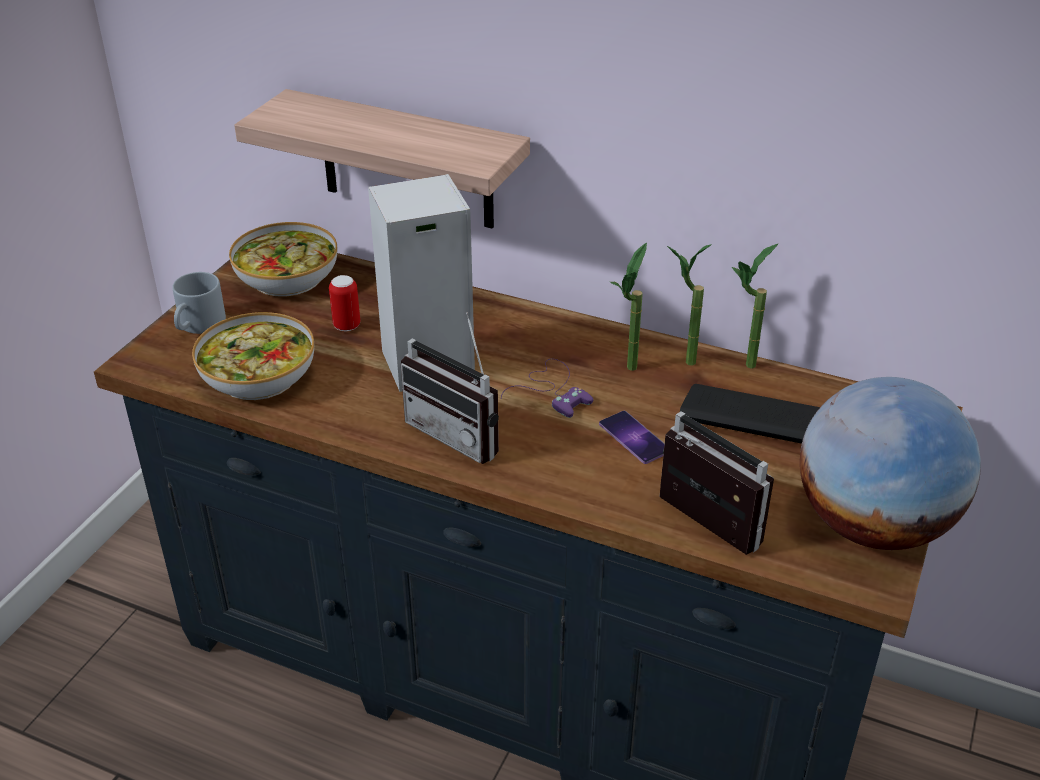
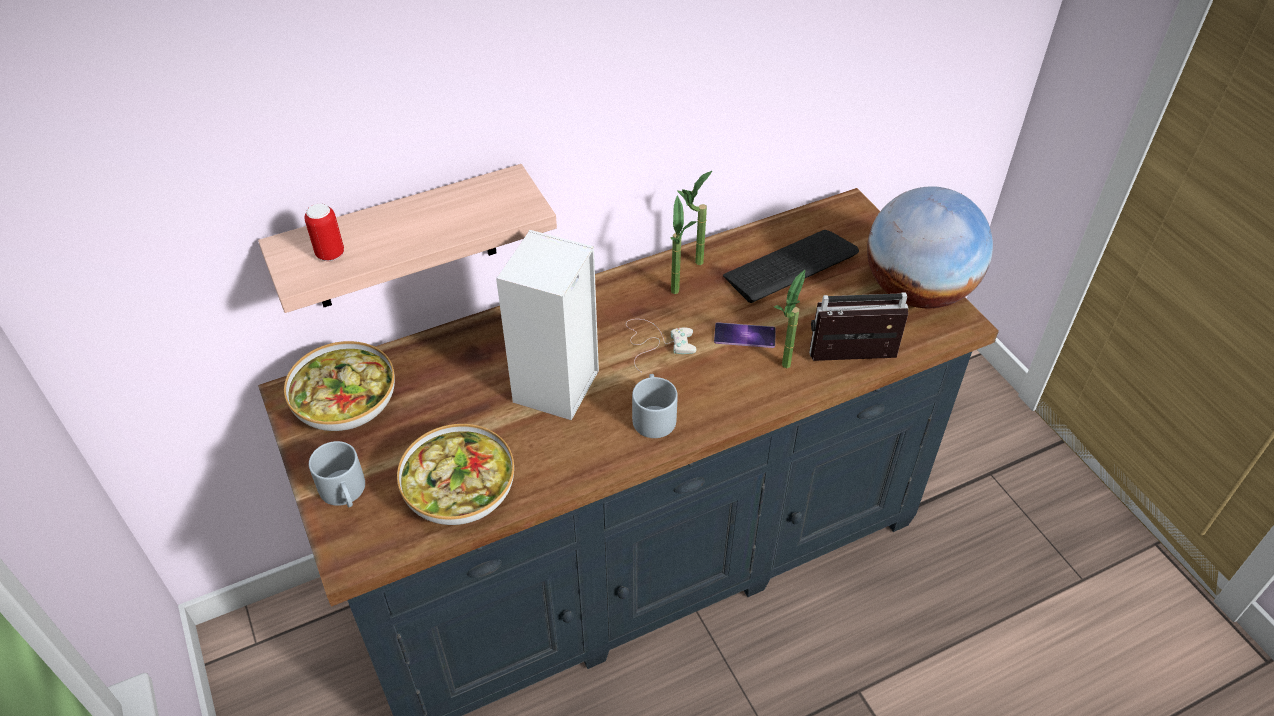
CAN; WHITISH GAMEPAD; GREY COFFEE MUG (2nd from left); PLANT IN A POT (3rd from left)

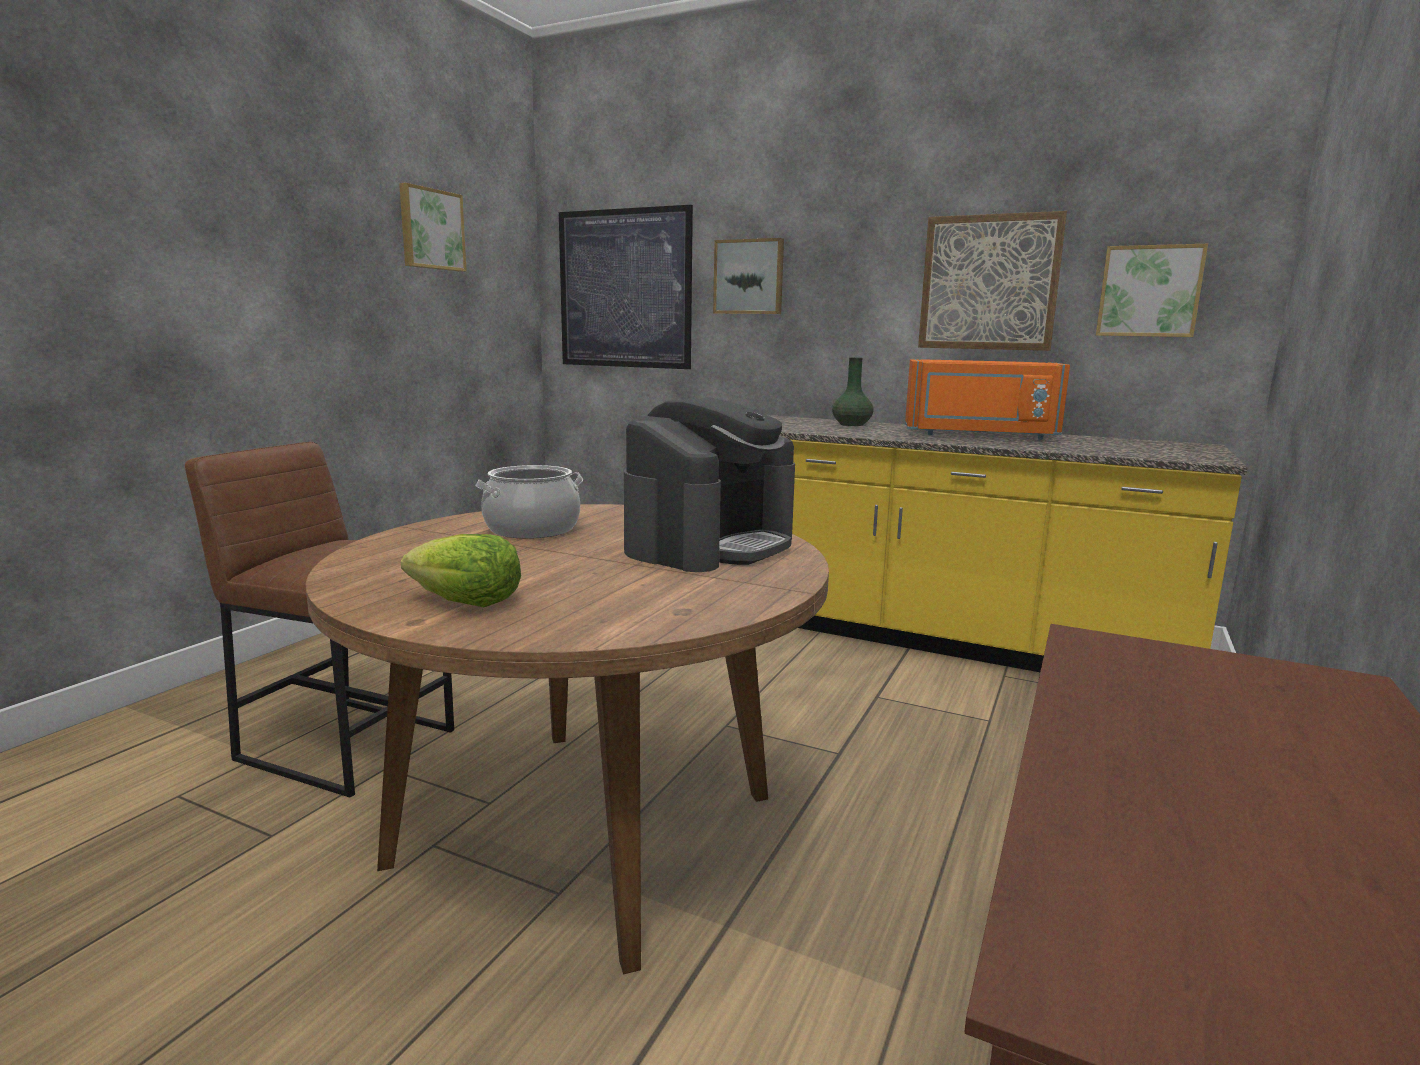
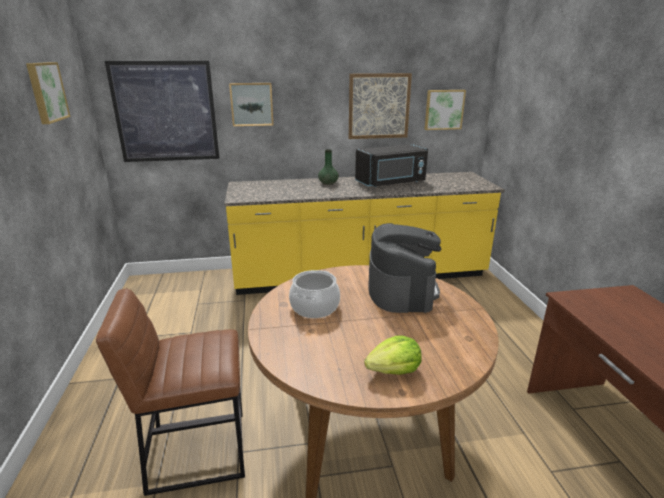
BLACK MICROWAVE

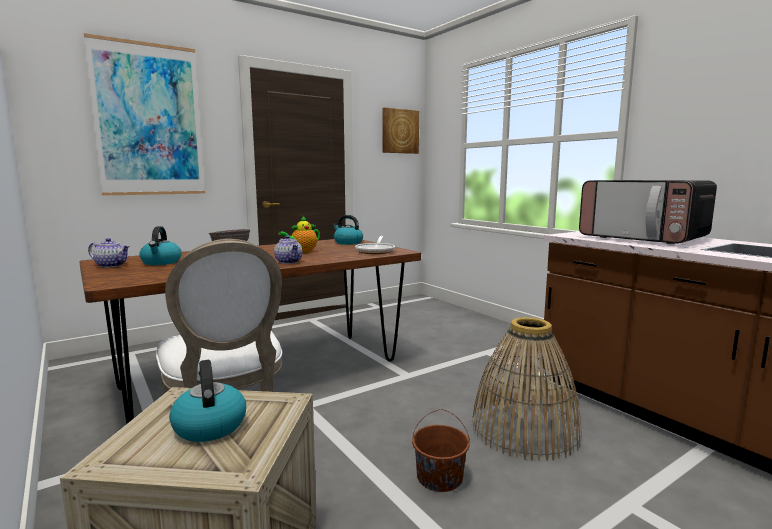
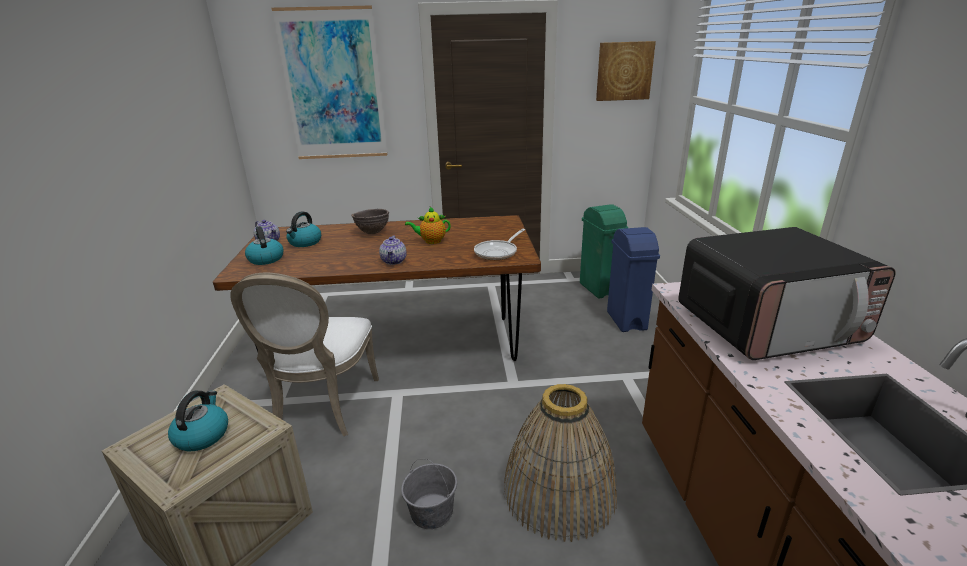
TEA KETTLE (2nd from left); GREY WATER BUCKET; GREEN-COLOURED WASTE BIN; BLUISH WASTE BIN; MICROWAVE

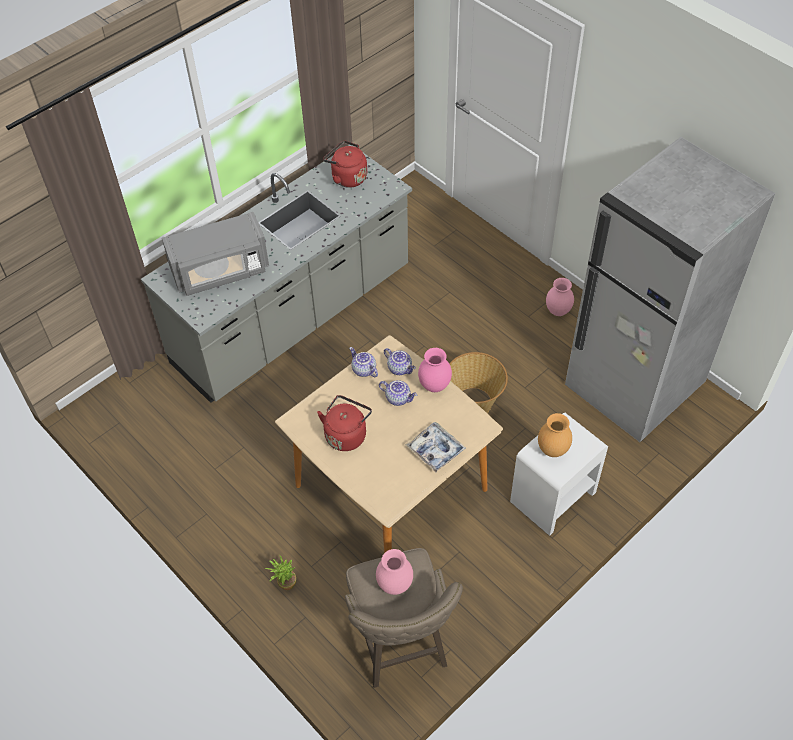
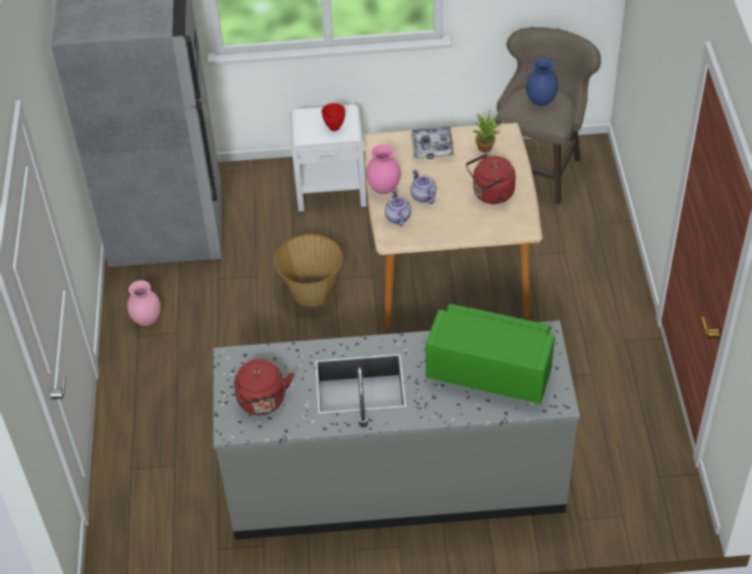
REDDISH BOWL; GREEN-COLOURED MICROWAVE; PLANT IN A POT; BLUISH VASE; POT FOR TEA (1st from left in the first image)

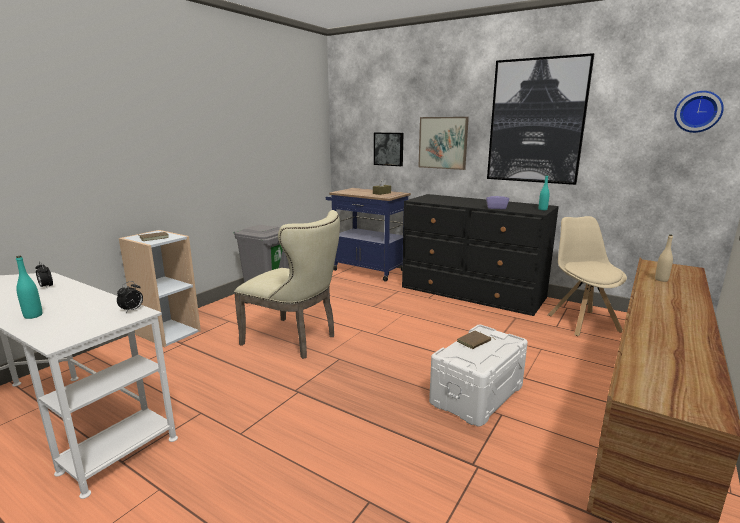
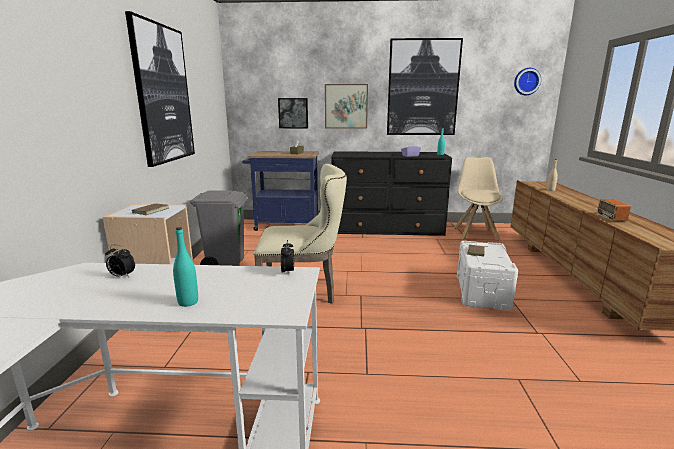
WALL ART (1st from left); BEIGE-COLOURED PLAIN CHAIR (2nd from left); RADIO RECEIVER

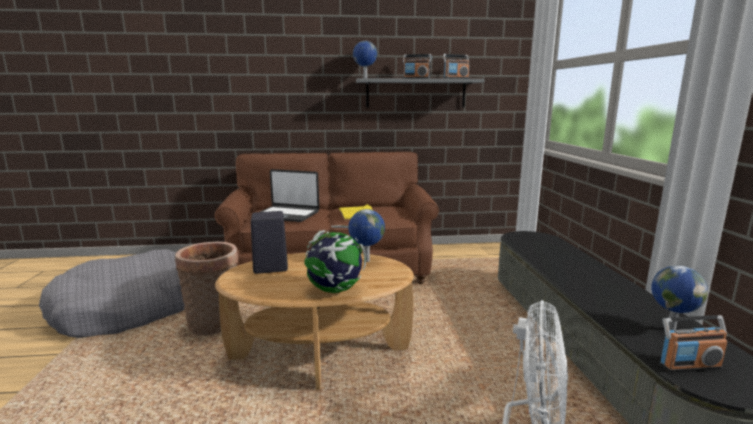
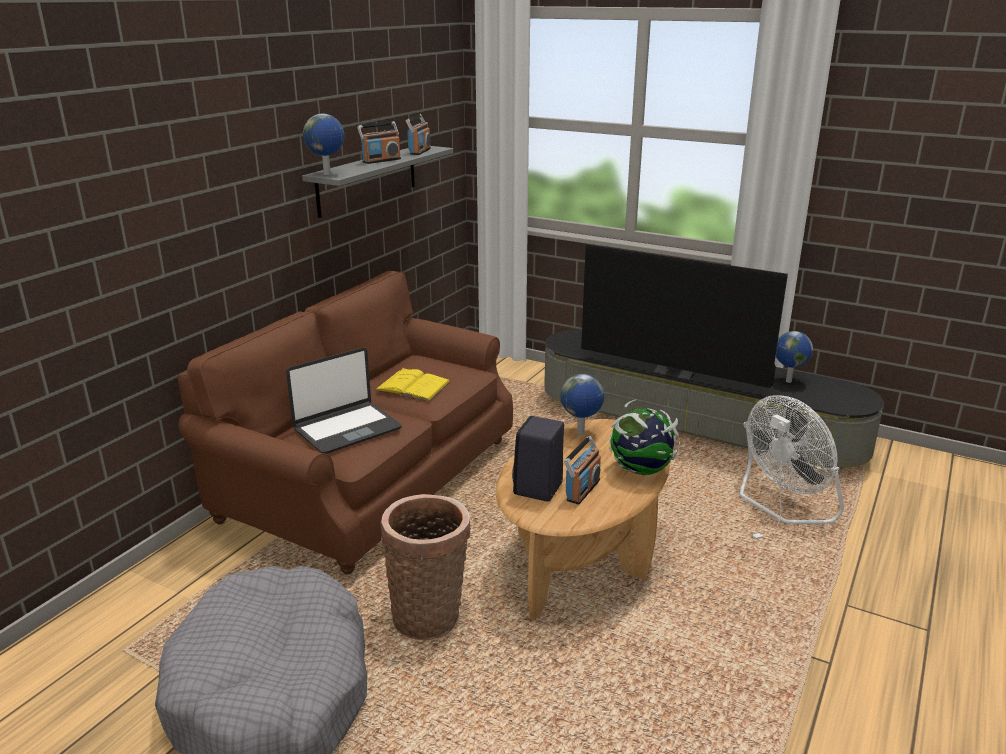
RADIO RECEIVER (3rd from left); TELEVISION

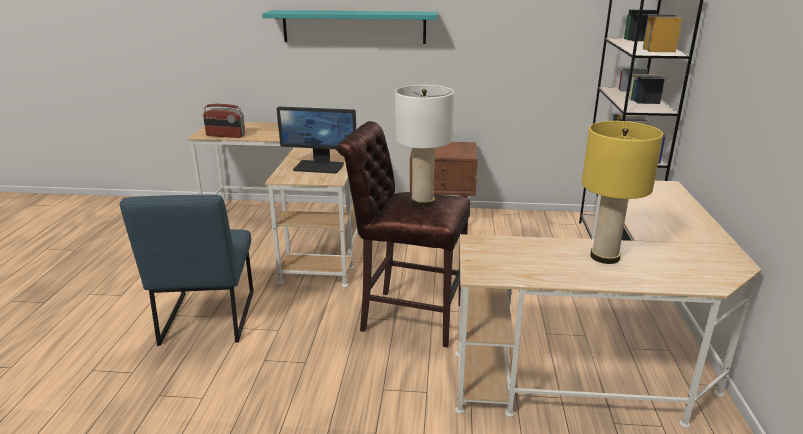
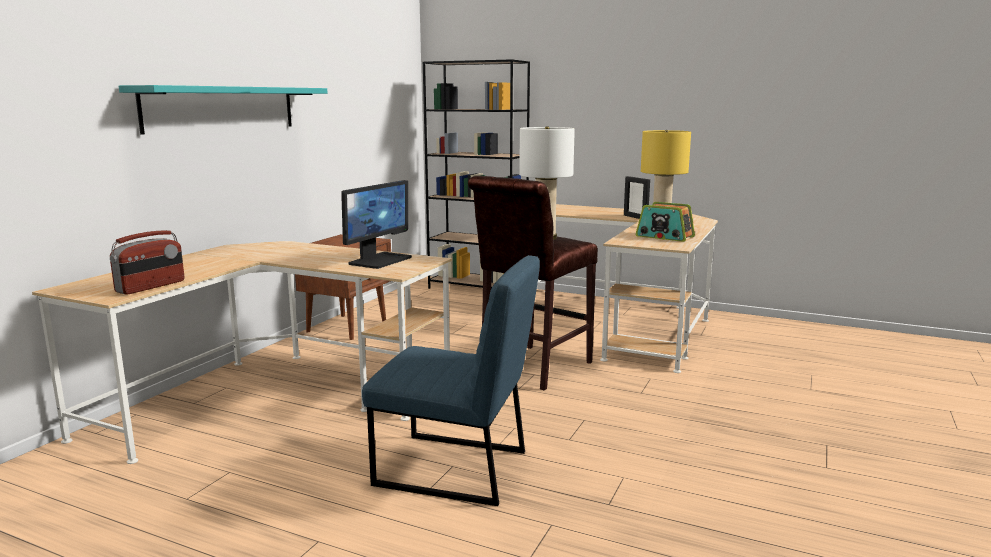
STANDING FRAME; RADIO RECEIVER (2nd from left)

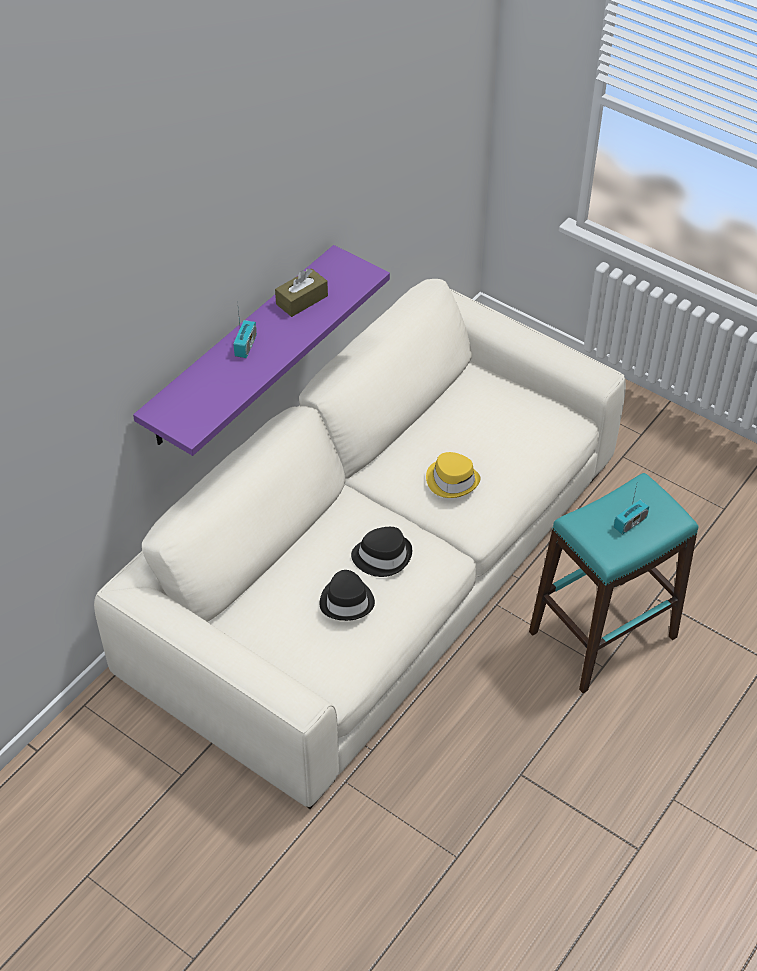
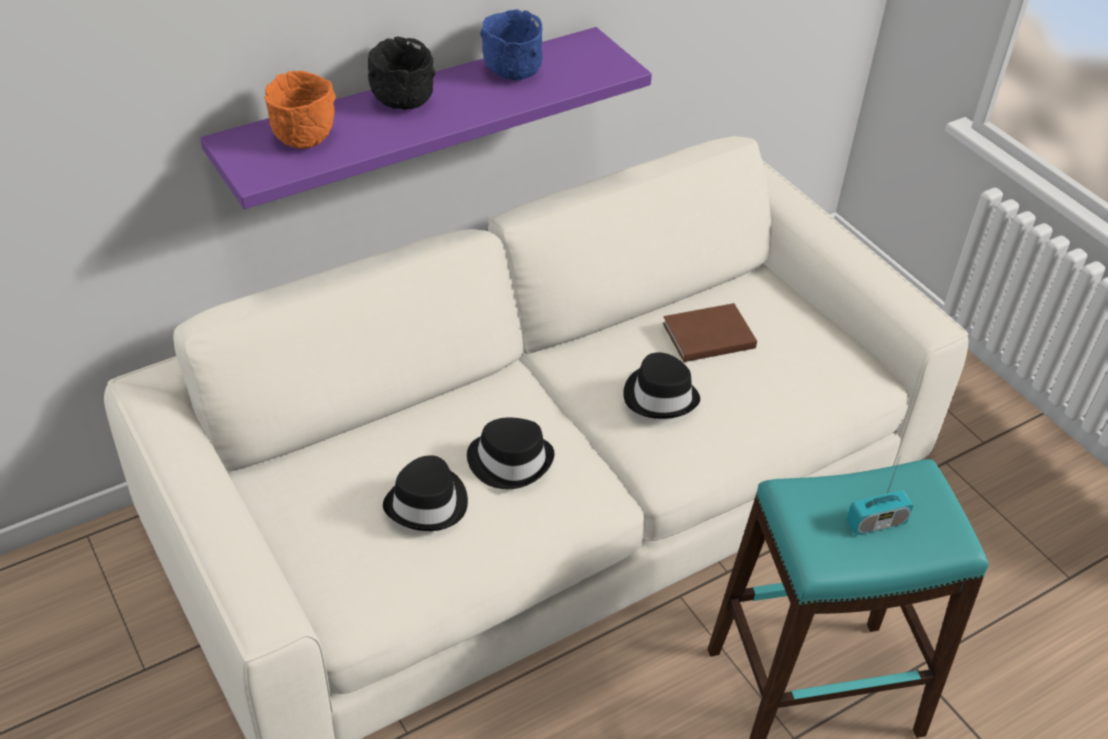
ORANGE BOWL; BLACK BOWL; BLUISH BOWL; BLACK WEARABLE HAT (3rd from left); BROWNISH BOOK

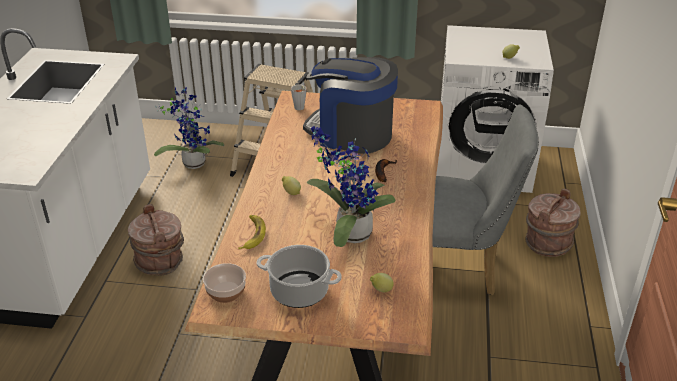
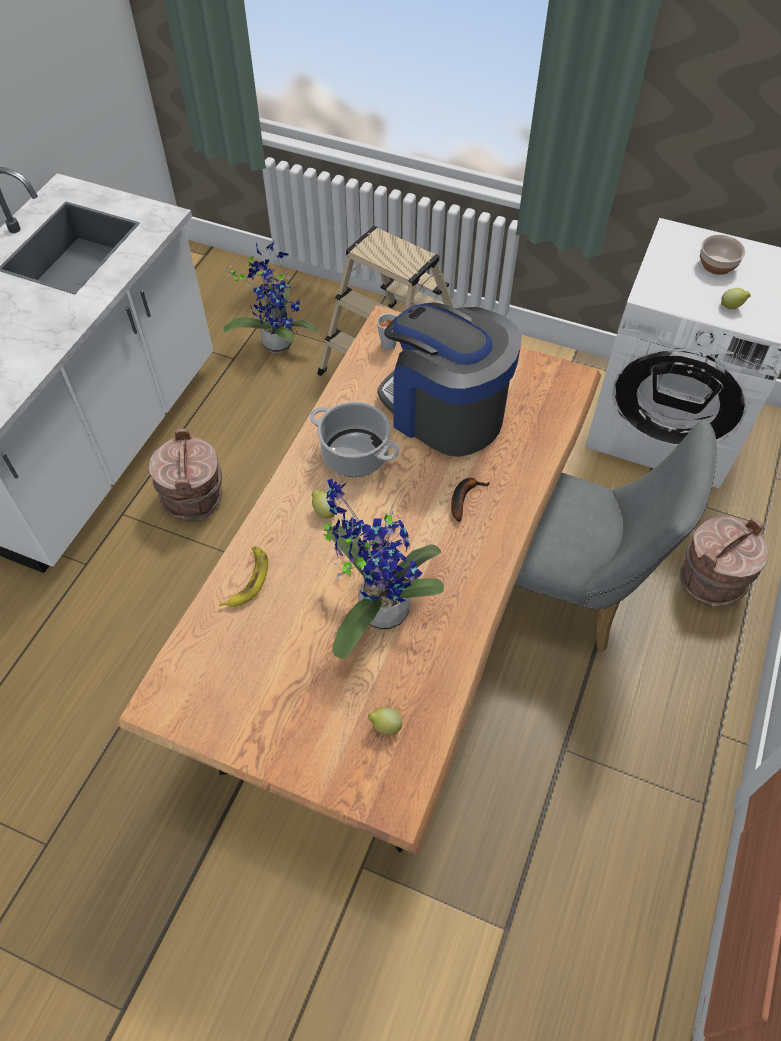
STOCKPOT; BOWL

